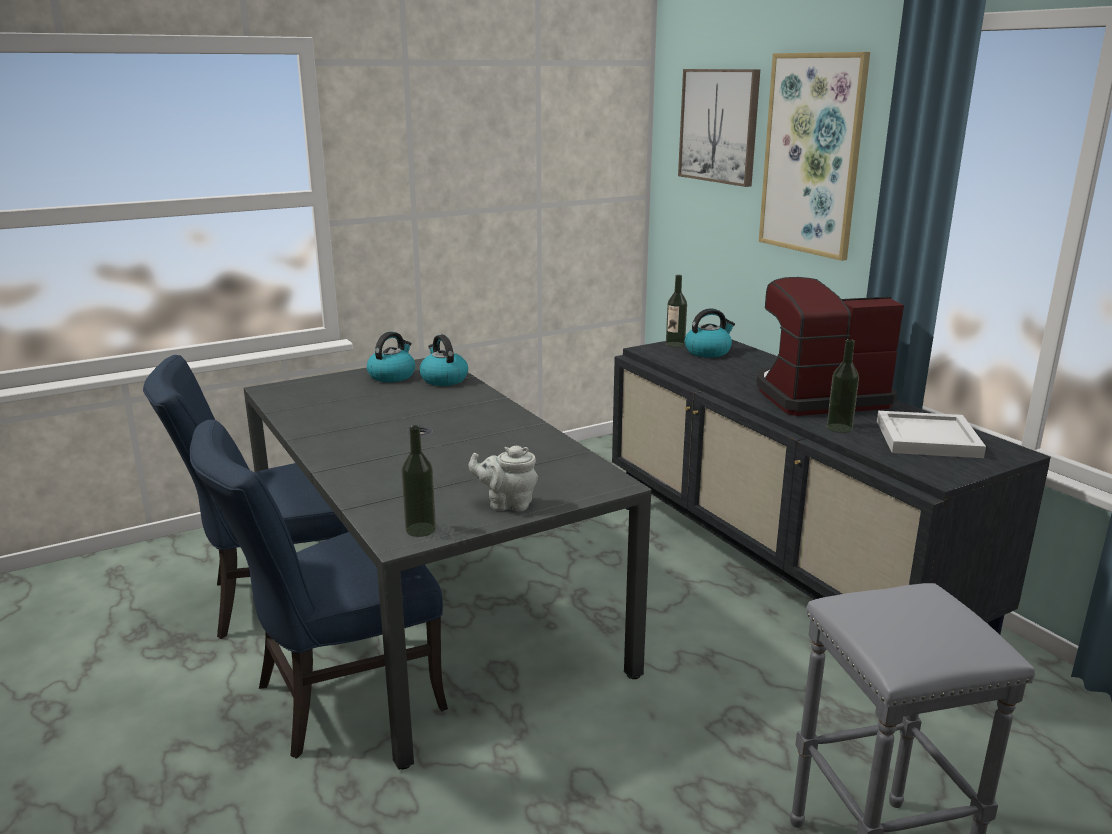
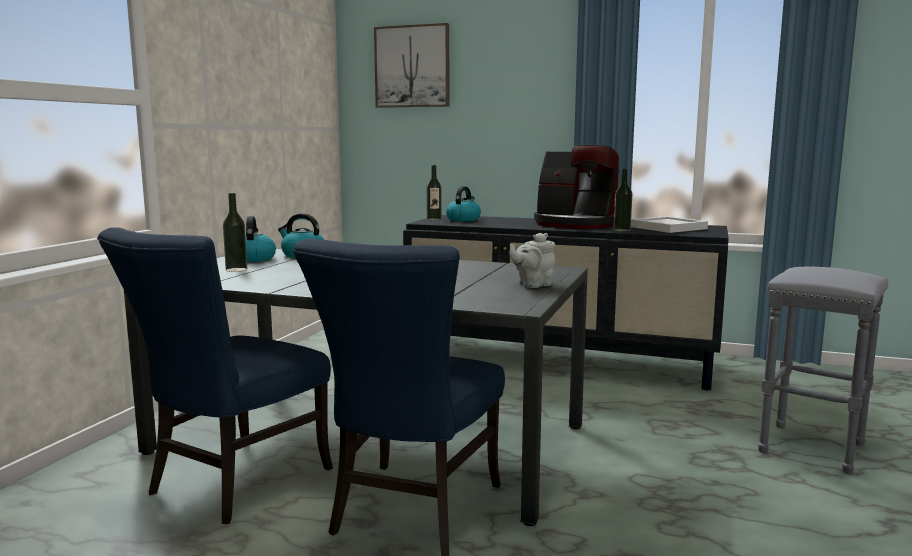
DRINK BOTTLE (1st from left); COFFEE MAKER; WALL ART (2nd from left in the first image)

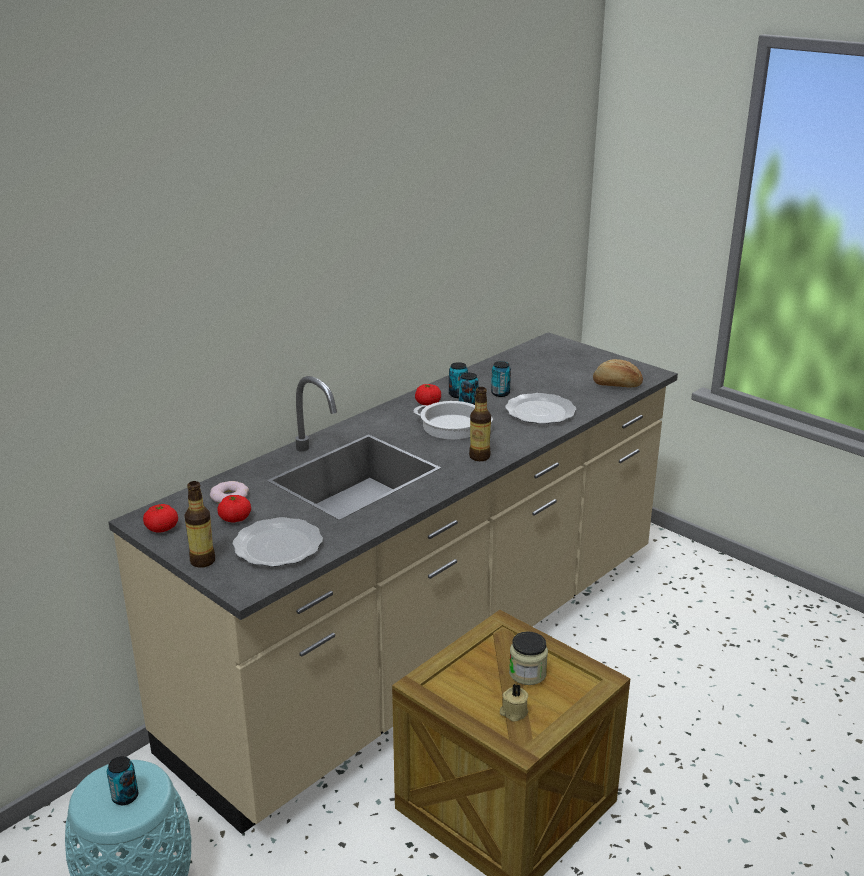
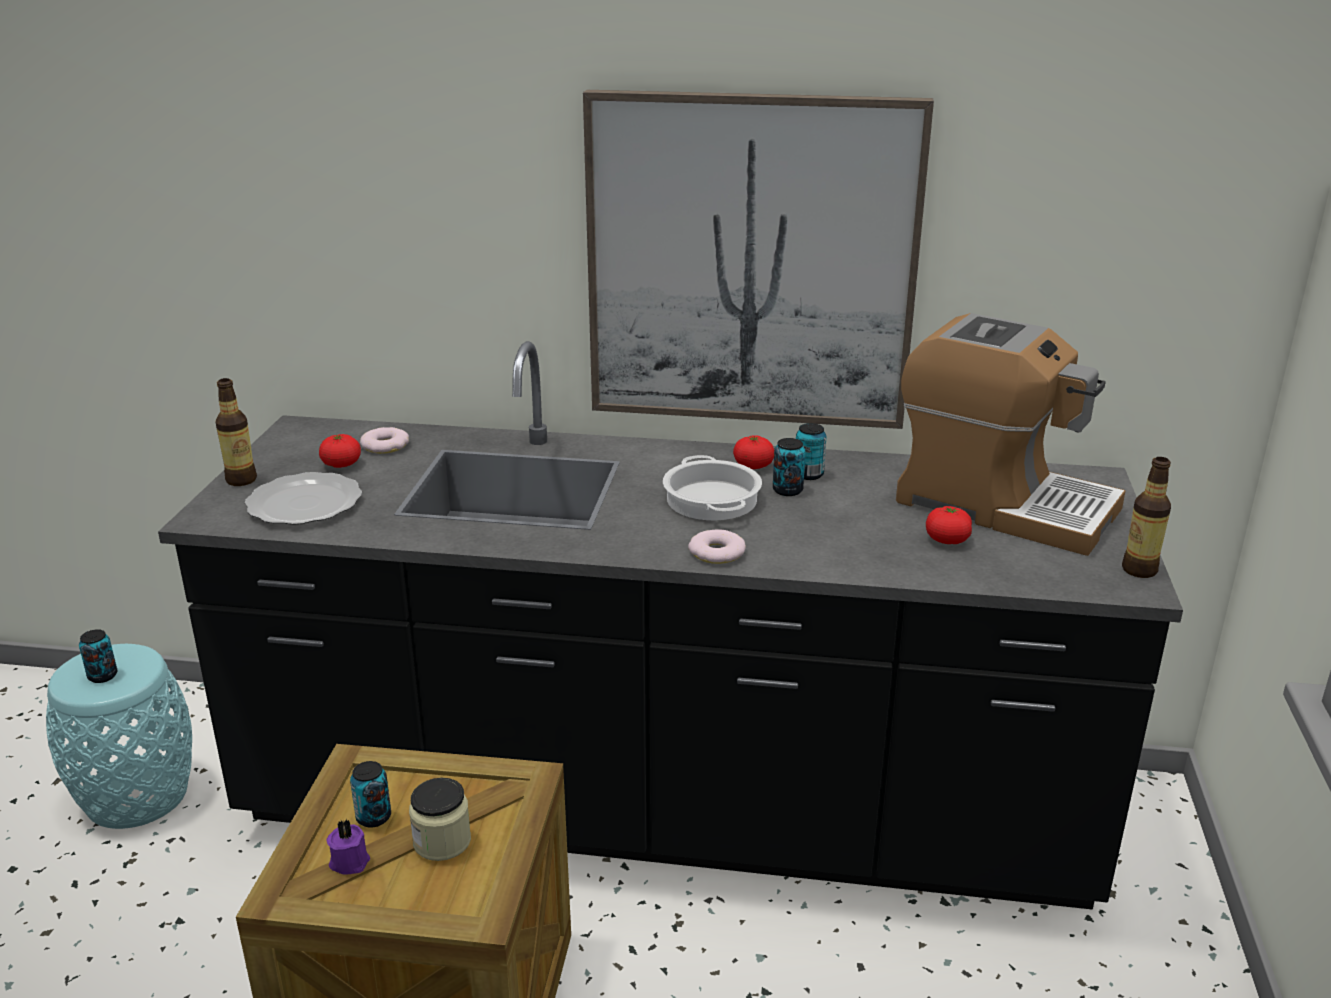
BLACK COUNTER; PURPLE-COLOURED WAX CANDLE; CAN (2nd from left); WALL ART; DOUGHNUT (2nd from left); COFFEE MAKER; WHOLE TOMATO (3rd from left); DRINK BOTTLE (2nd from left); PLATE (2nd from left in the first image); BREAD

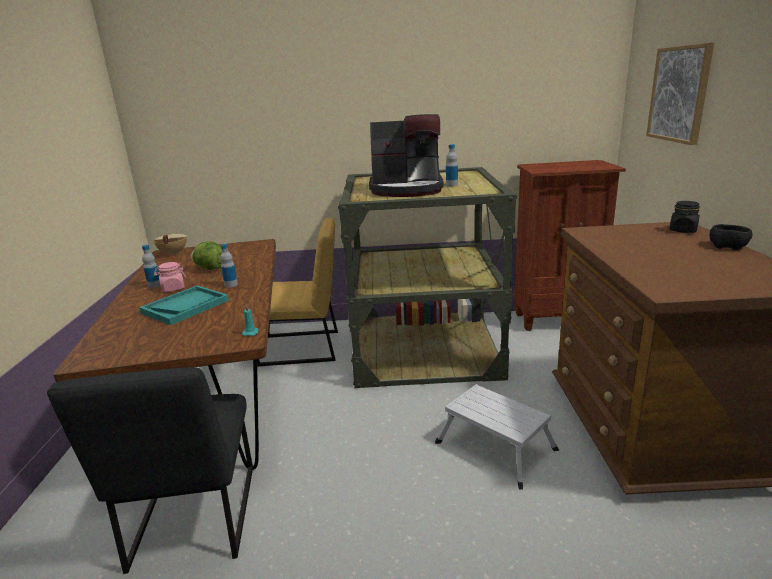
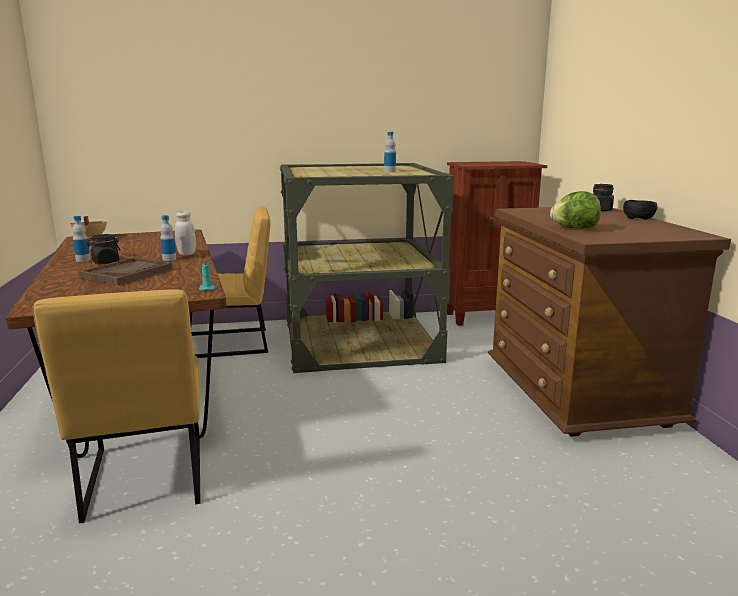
YELLOW-COLOURED PLAIN CHAIR (1st from left); BROWNISH TRAY; BLACK PRESERVE JAR (1st from left); WHITISH PRESERVE JAR; LETTUCE HEAD; COFFEE MAKER; WHITISH STEP STOOL; WALL ART

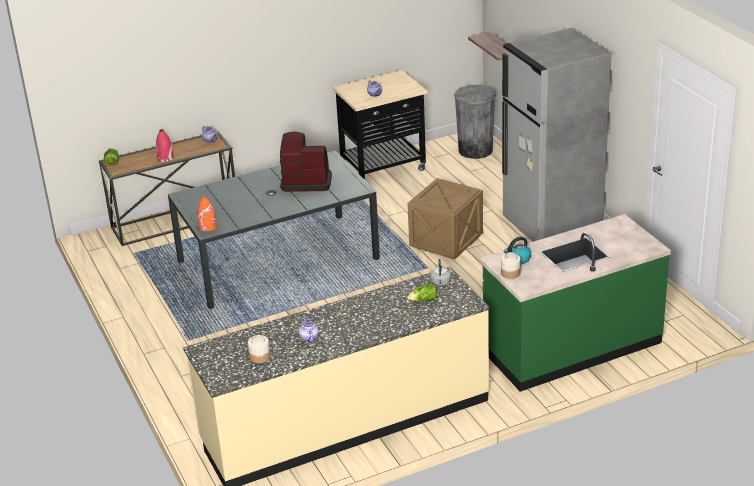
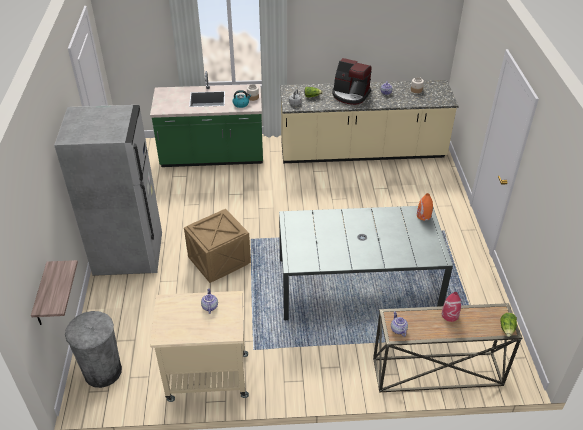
BEIGE-COLOURED CART; COFFEE MAKER

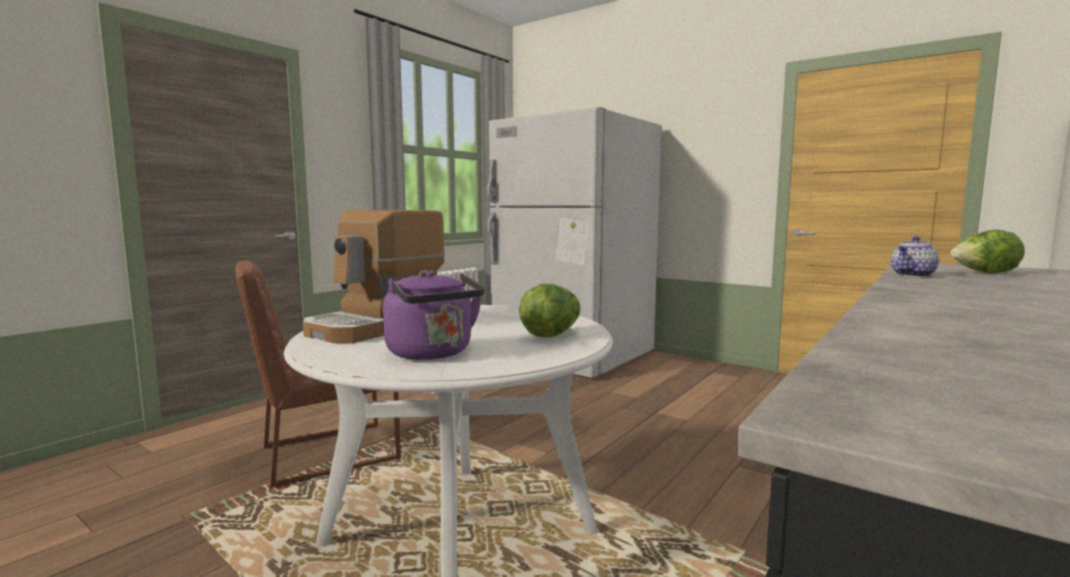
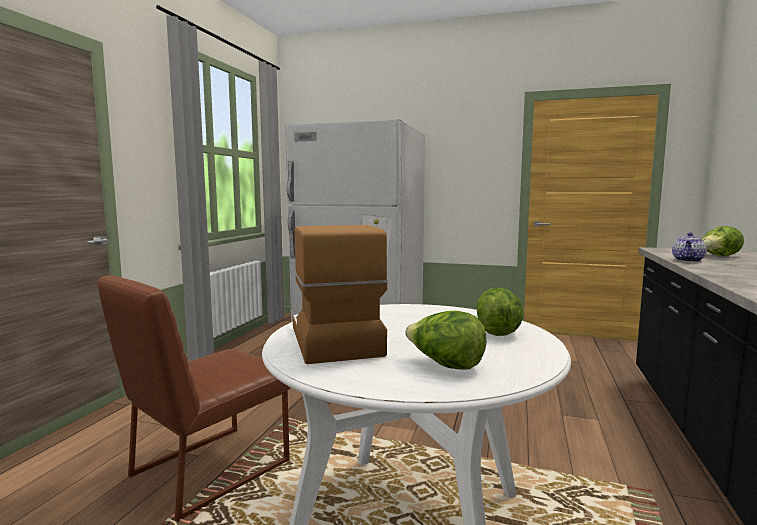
COFFEE MAKER; LETTUCE HEAD (1st from left)

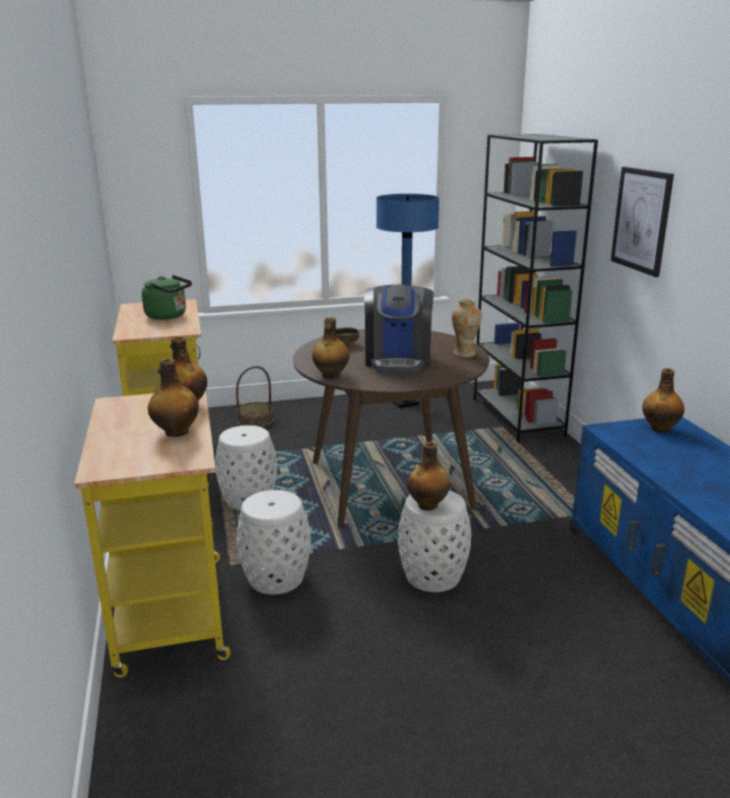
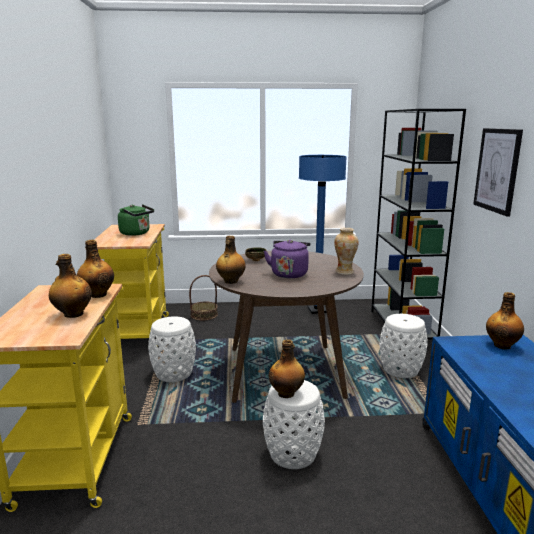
PURPLE-COLOURED TEA KETTLE; WHITISH SITTING STOOL (3rd from left)

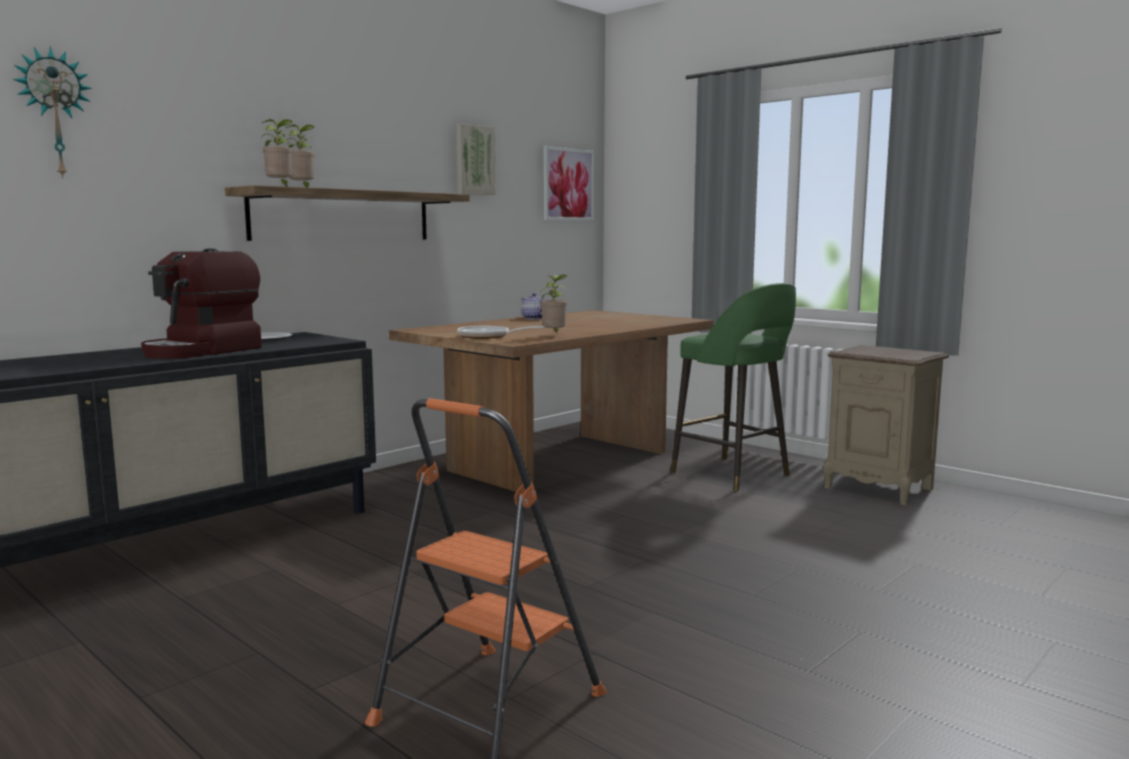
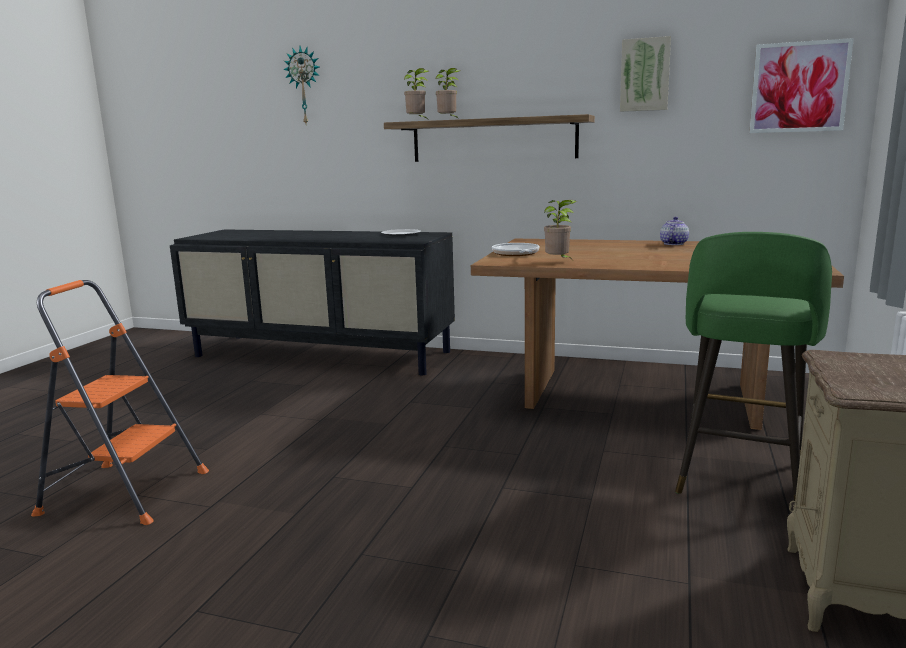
COFFEE MAKER

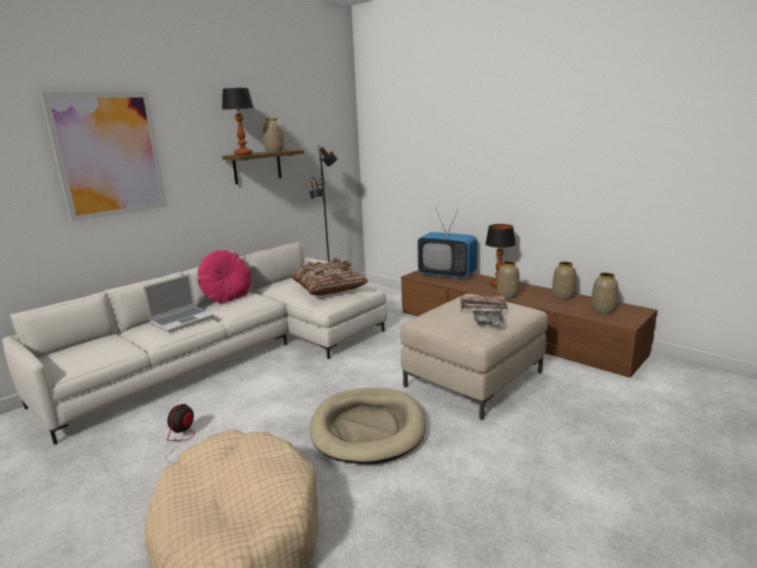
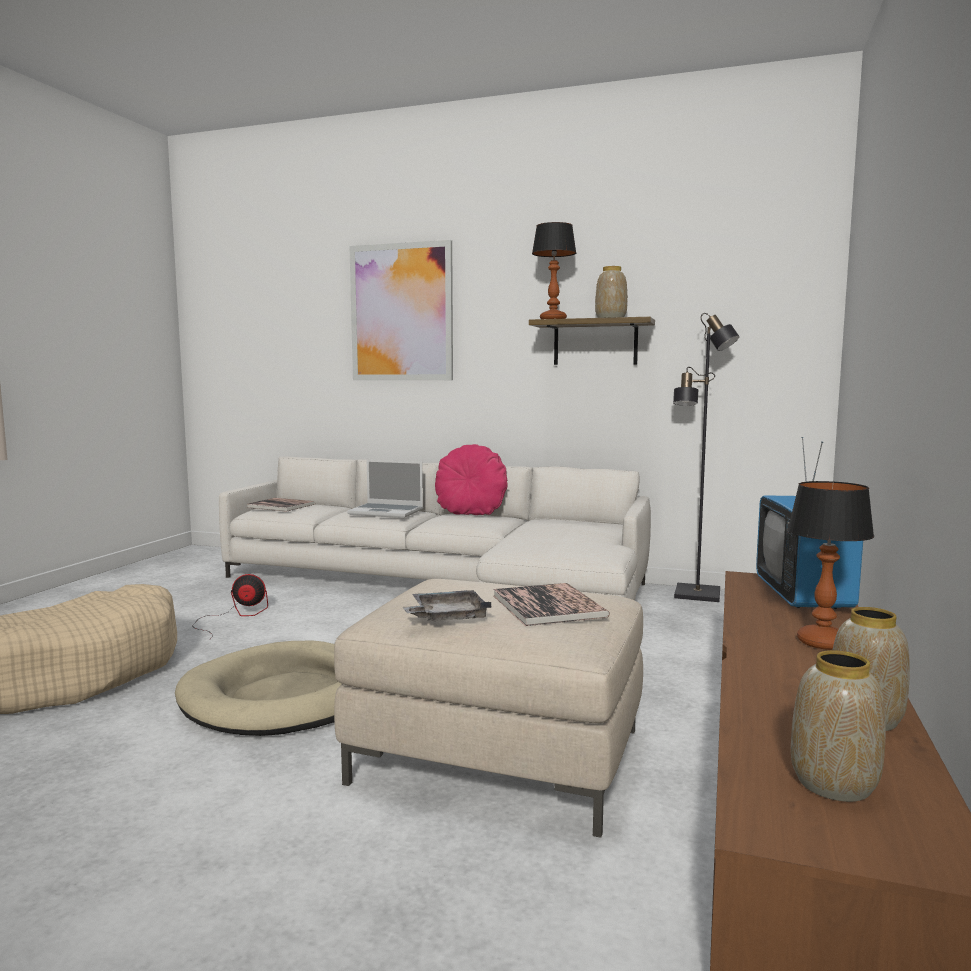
BOOK (1st from left); BROWNISH PILLOW; VASE (2nd from left in the first image)

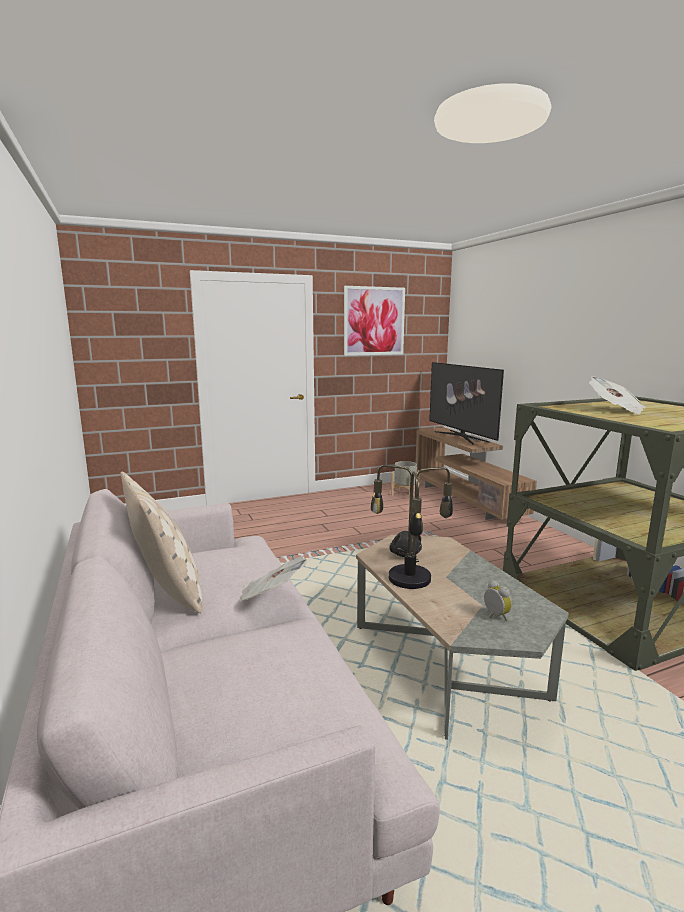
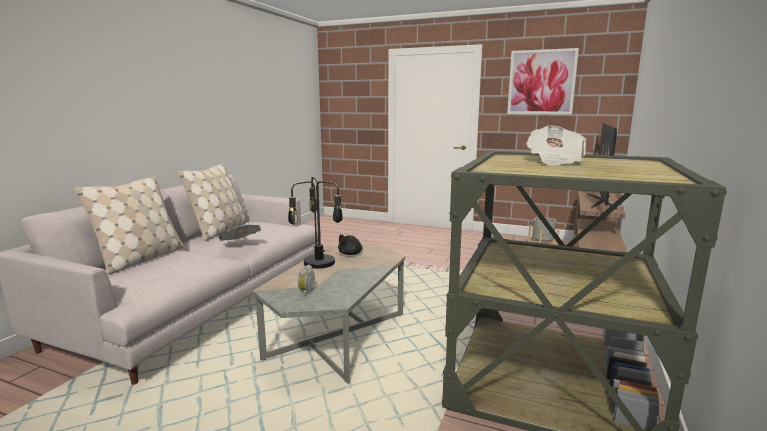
BEIGE-COLOURED PILLOW (1st from left)

